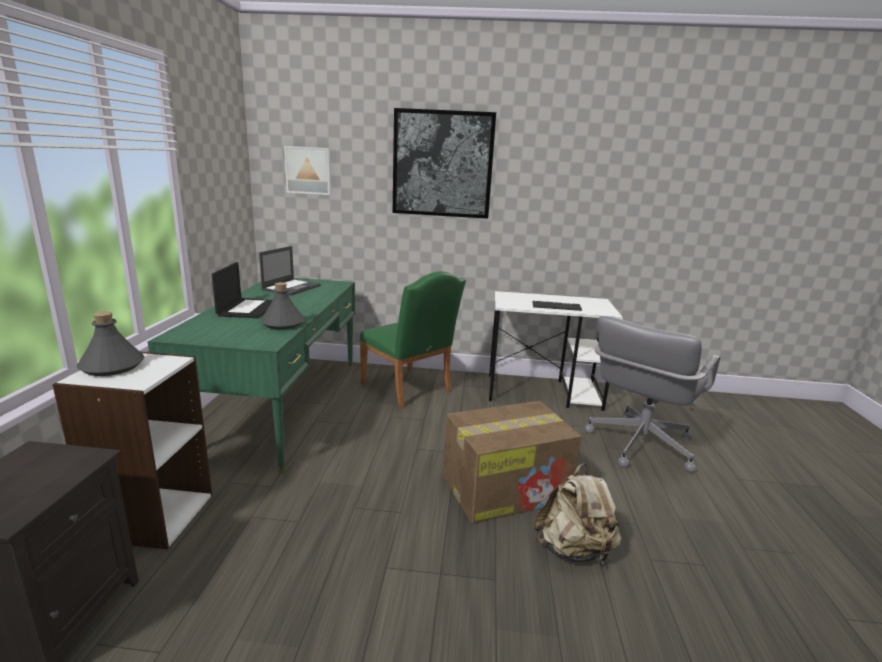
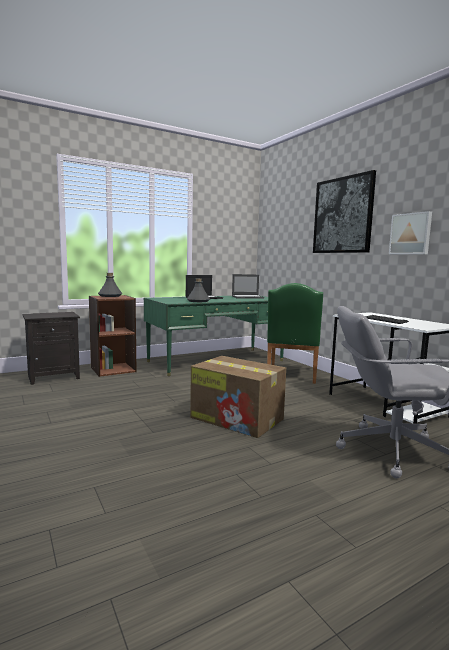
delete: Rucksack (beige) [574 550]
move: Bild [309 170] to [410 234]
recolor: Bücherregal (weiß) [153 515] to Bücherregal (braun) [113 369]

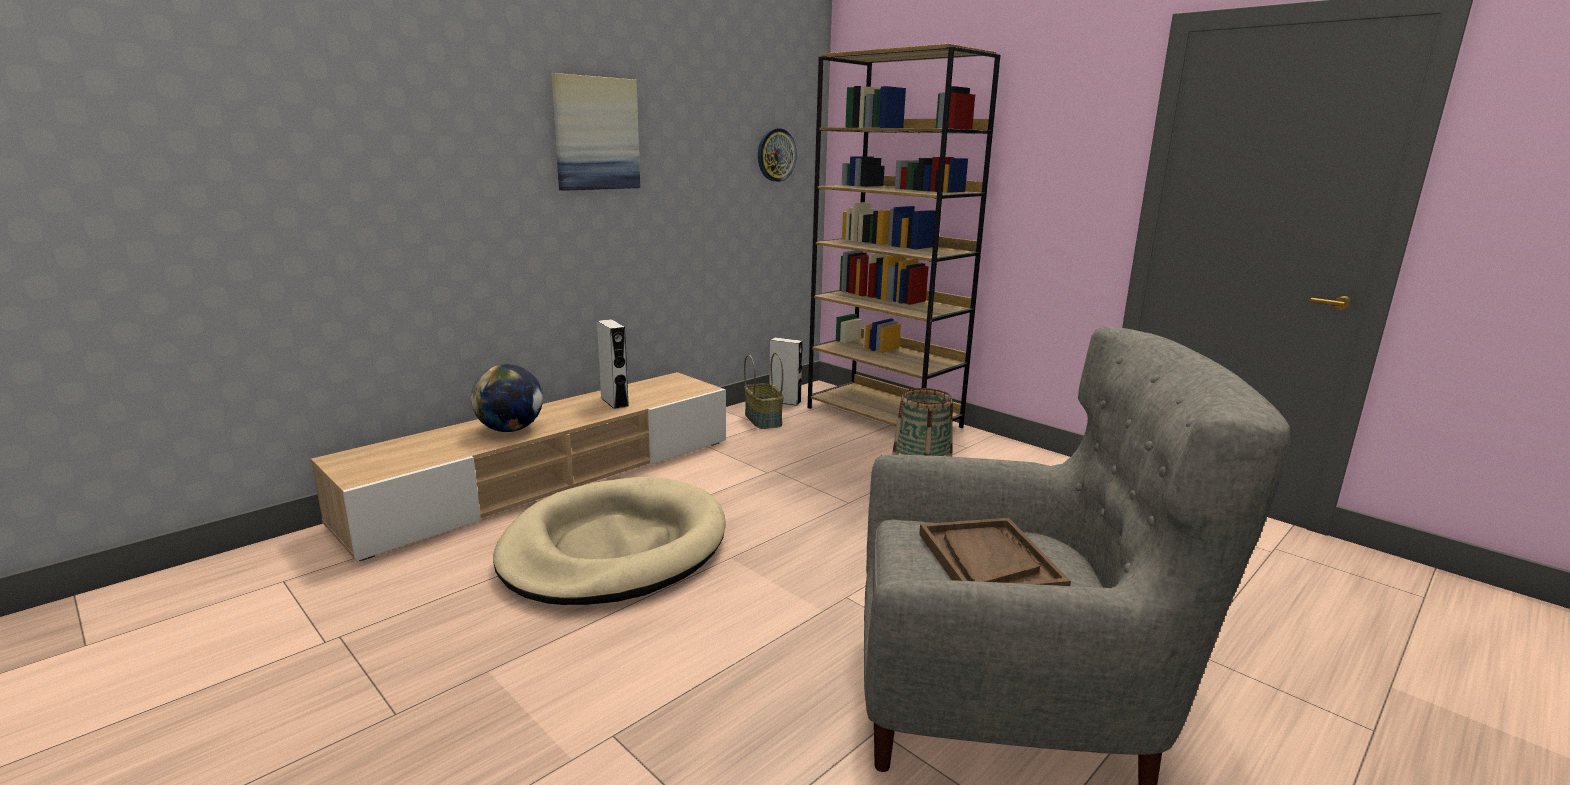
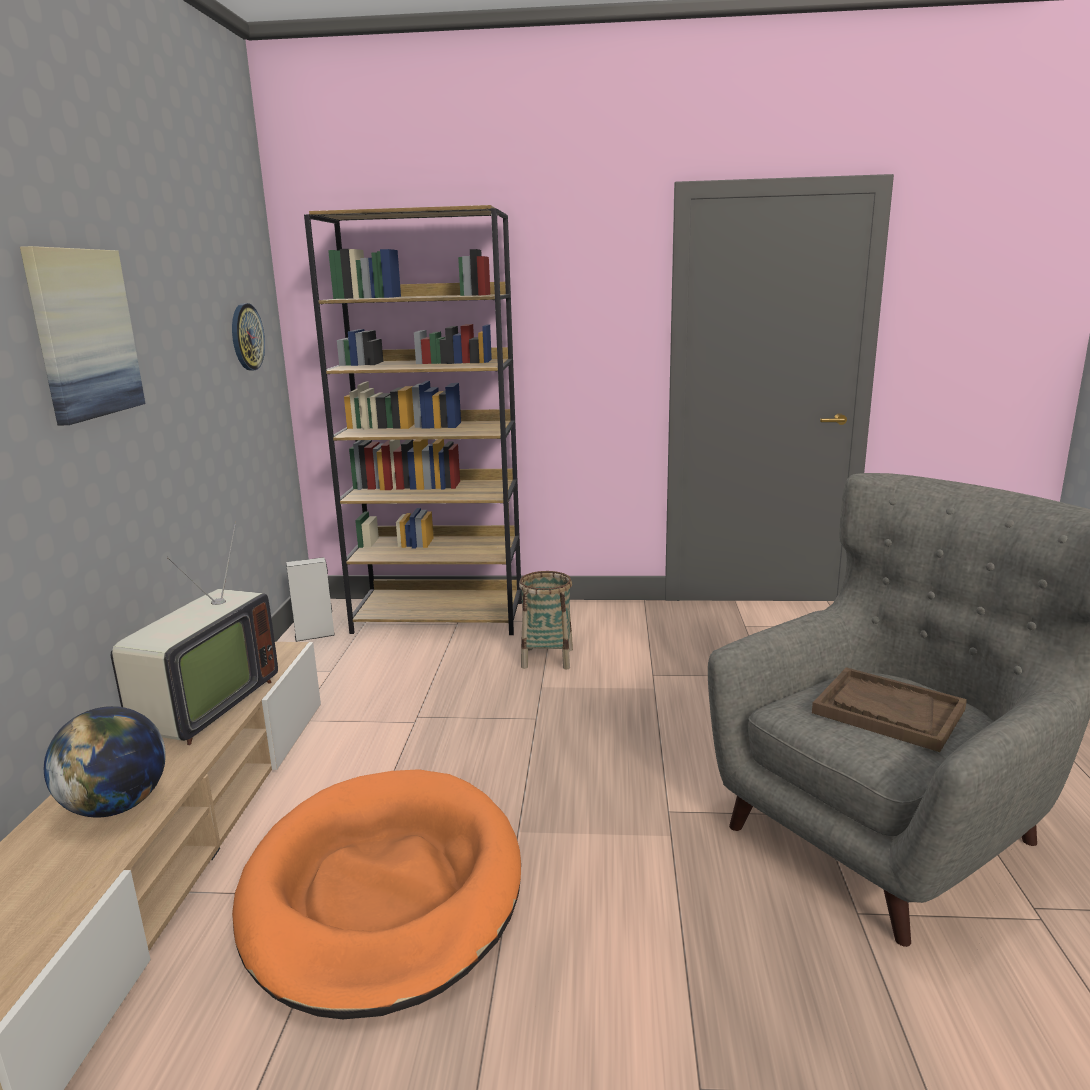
delete: Korb [764 420]
replace: Lautsprecher (grau) [614 402] to Fernseher [202 708]
recolor: Hundebett (beige) [614 548] to Hundebett (orange) [383 892]

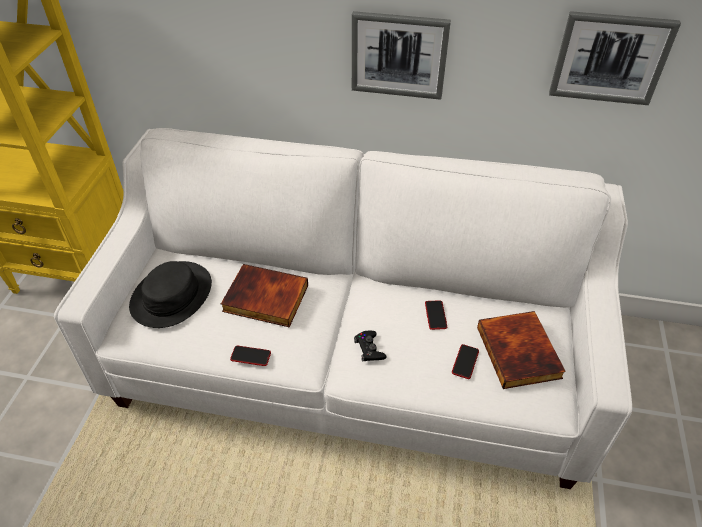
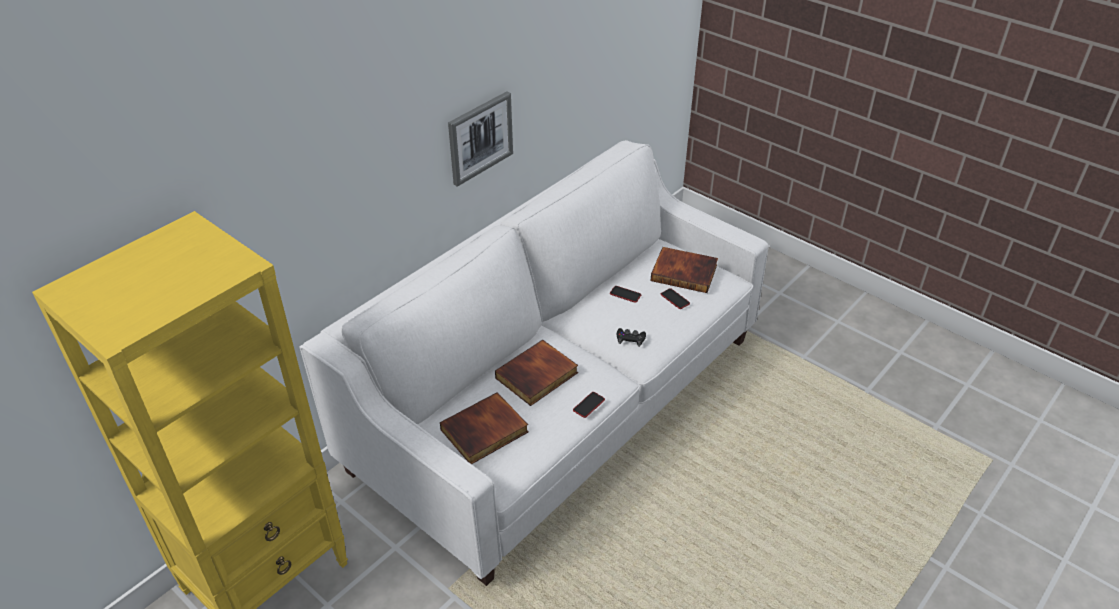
delete: Bild [610 58]
replace: Hut (schwarz) [171 295] to Buch [484 432]

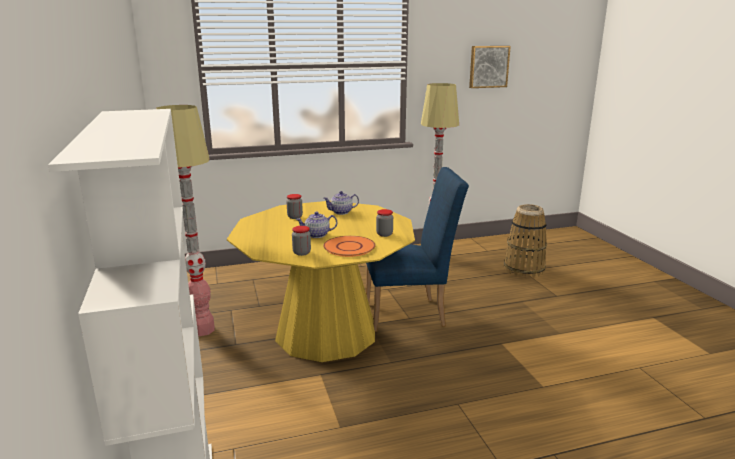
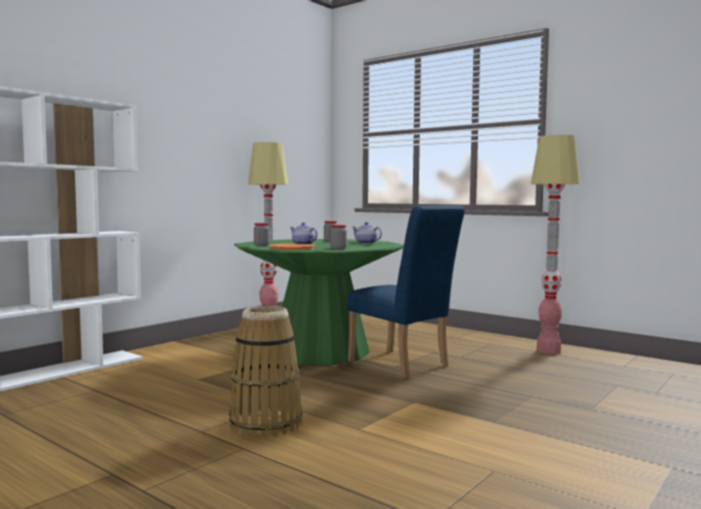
delete: Bild [488 66]
move: Korb [524 269] to [265 423]
recolor: Esstisch (gelb) [326 333] to Esstisch (grün) [319 351]

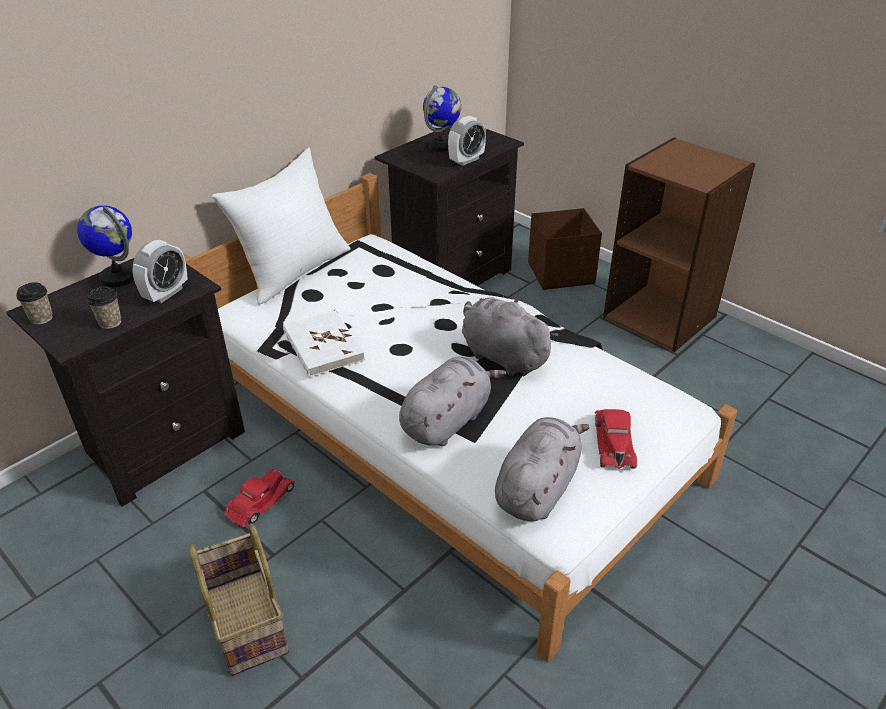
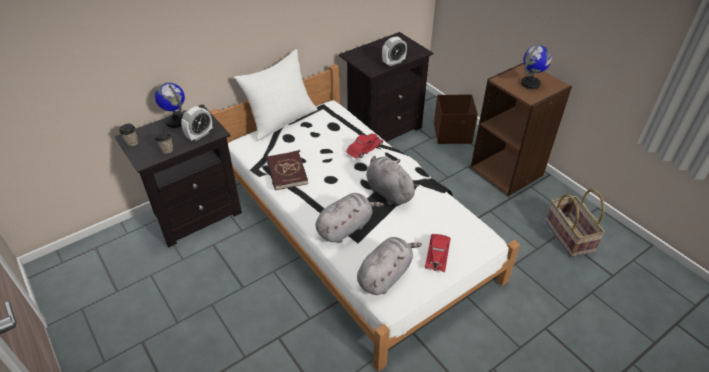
move: Spielzeugauto (rot) [260 501] to [364 148]; Globus [442 146] to [530 84]; Korb [244 621] to [568 236]
recolor: Buch (weiß) [323 346] to Buch (rot) [286 172]

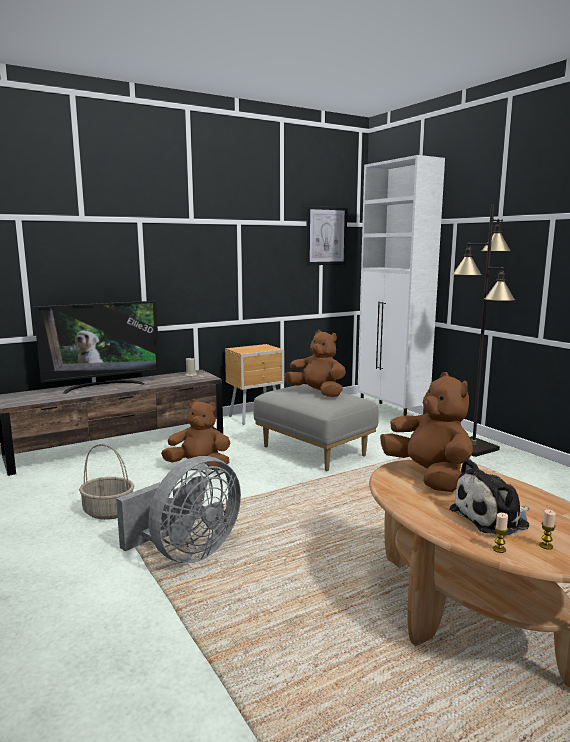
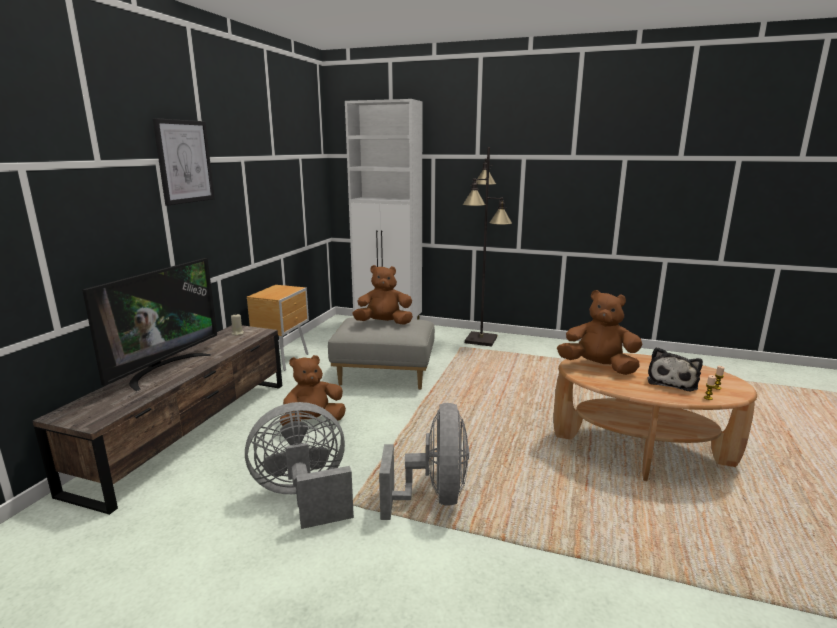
move: Bild [326 236] to [184 162]
replace: Korb [108 511] to Ventilator (grau) [304 497]

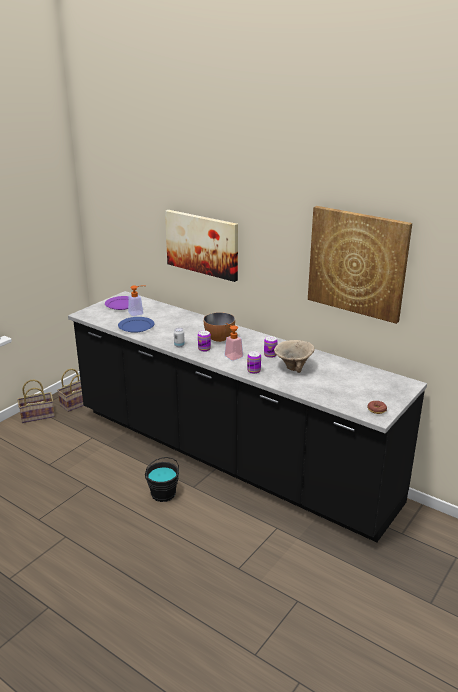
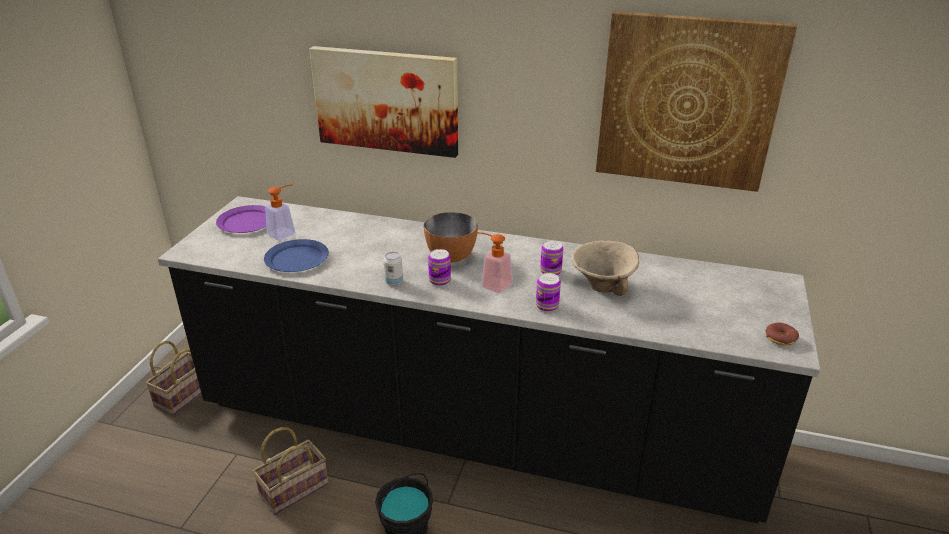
move: Korb [38 415] to [295 488]

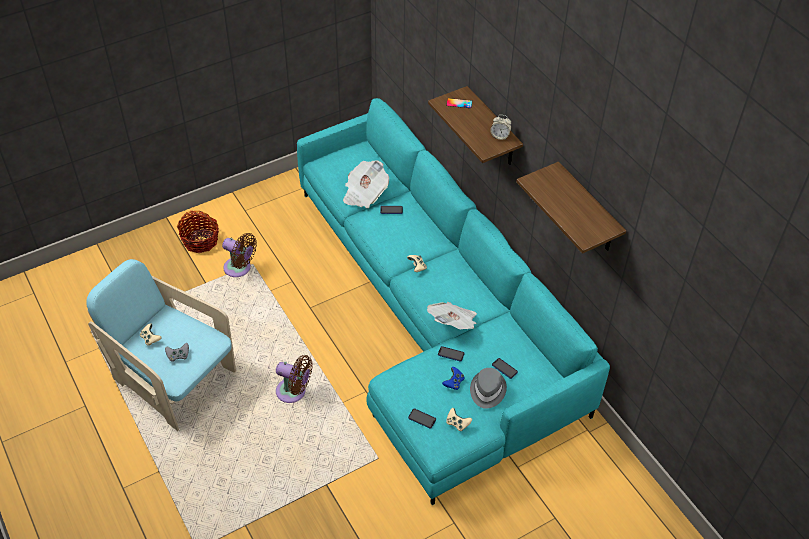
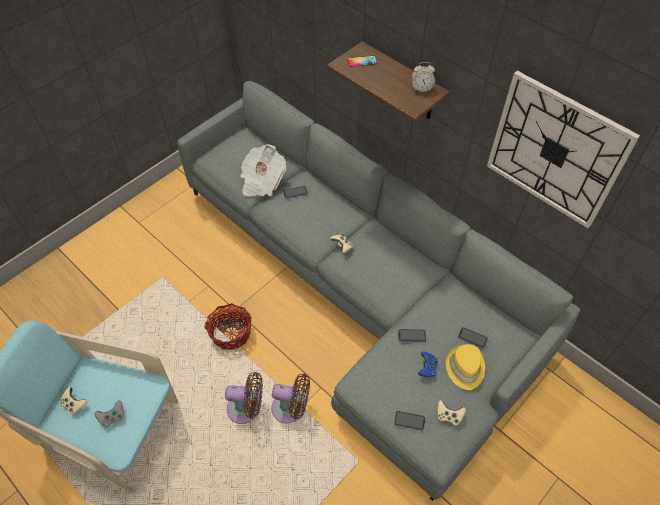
delete: Zeitung [453 323]
move: Korb [200 240] to [231 333]; Ventilator (braun) [240 269] to [291 409]
replace: Wandregal [588 210] to Wanduhr [555 151]
recolor: Sofa (türkis) [433 319] to Sofa (grau) [361 291]; Hut (grau) [487 390] to Hut (gelb) [464 368]

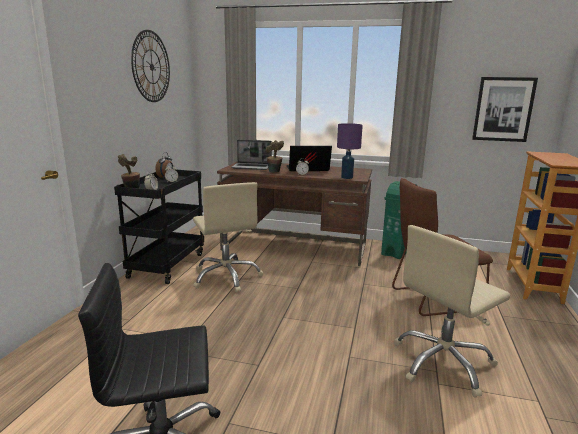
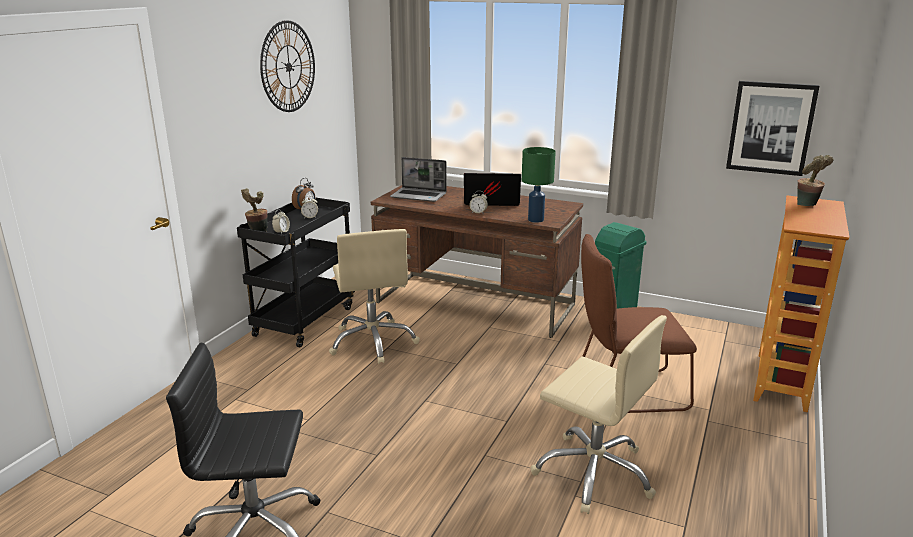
move: Topfpflanze [274 172] to [807 205]
recolor: Tischlampe (lila) [346 177] to Tischlampe (grün) [535 220]
rotate: Bürostuhl (beige) [443 363] = [594 473] 120 degrees counterclockwise

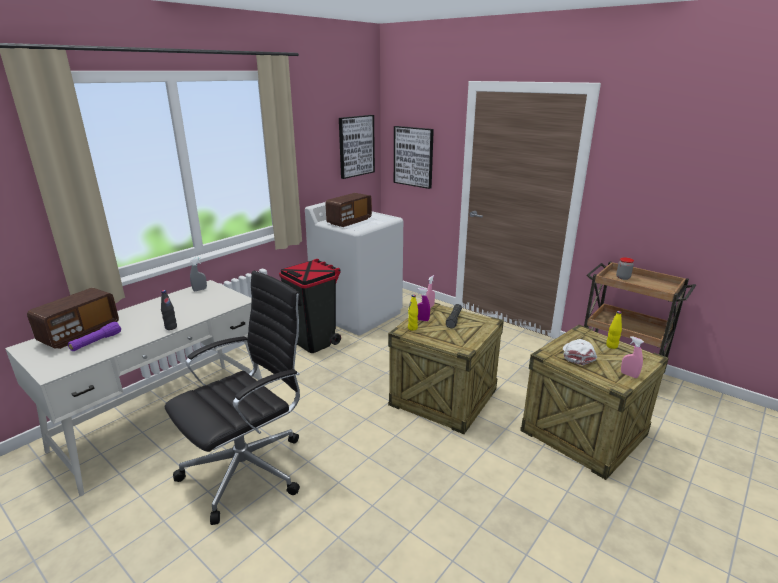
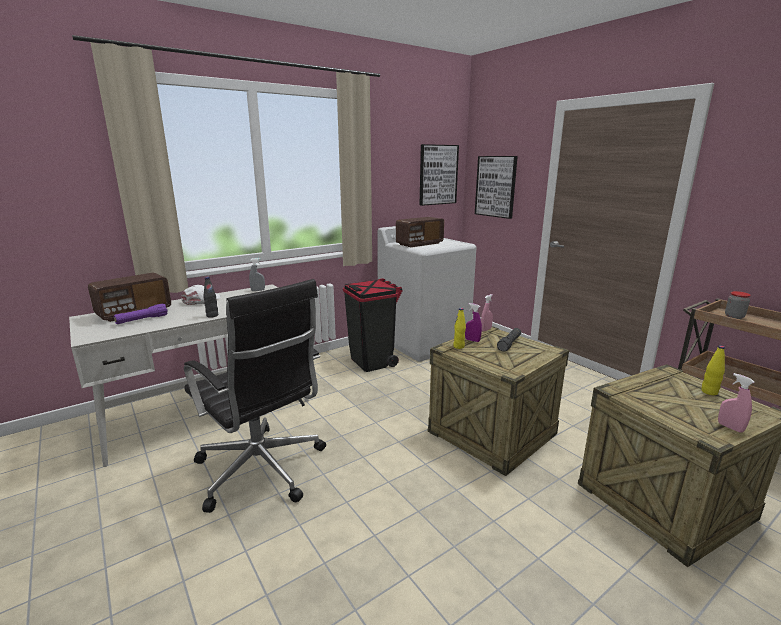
move: Kappe (weiß) [577 355] to [201 300]
rotate: Bürostuhl (schwarz) [249 469] = [262 470] 75 degrees clockwise

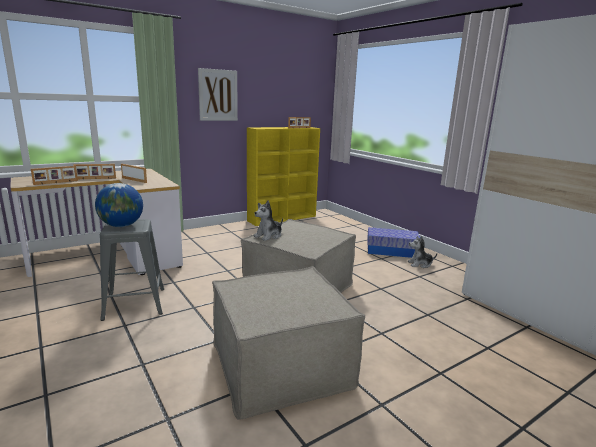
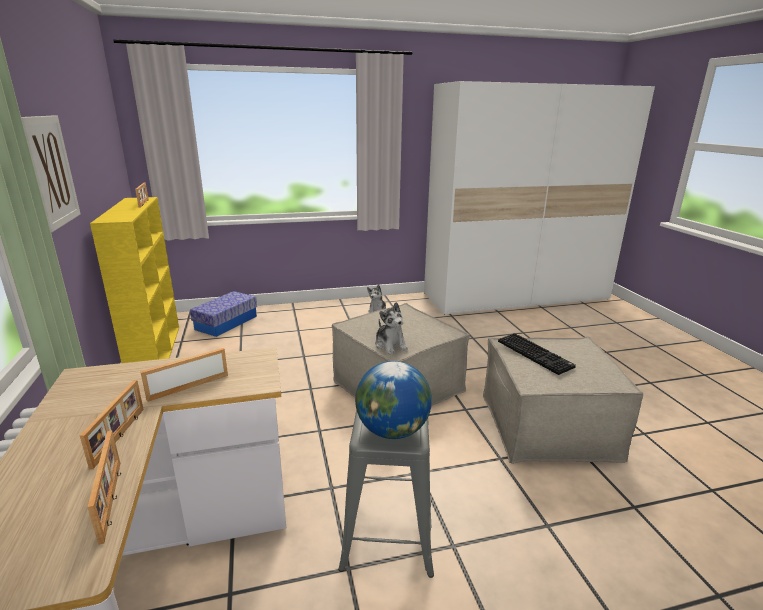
insert: Tastatur [536 354]
move: Aufbewahrungsbox [391 251] to [226 323]

